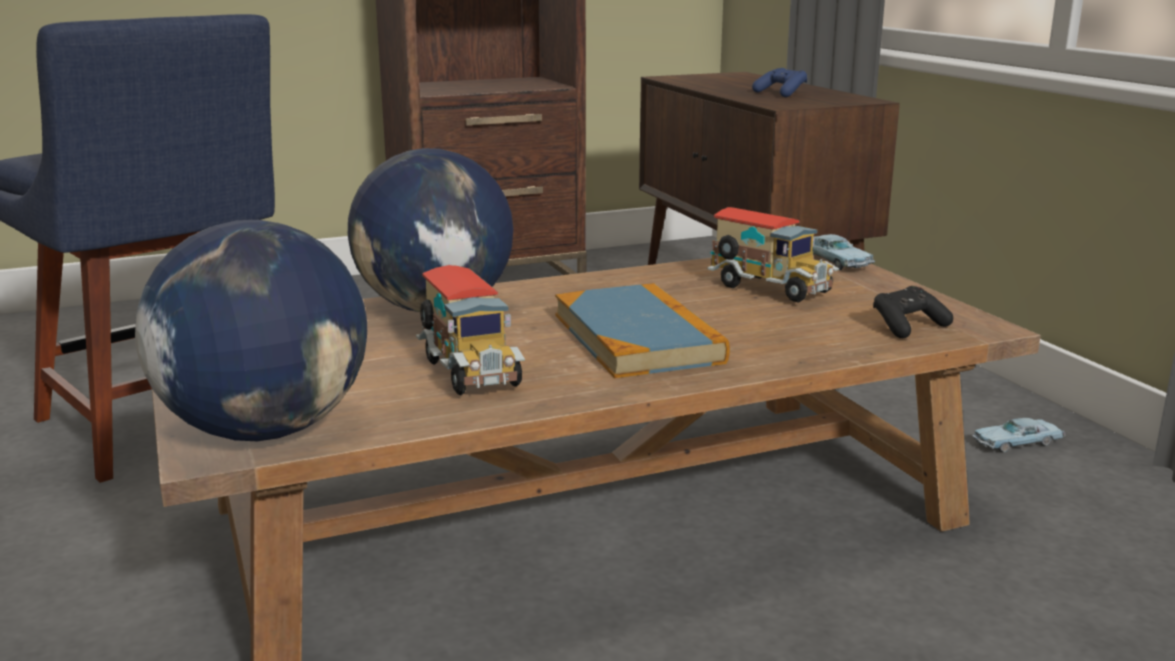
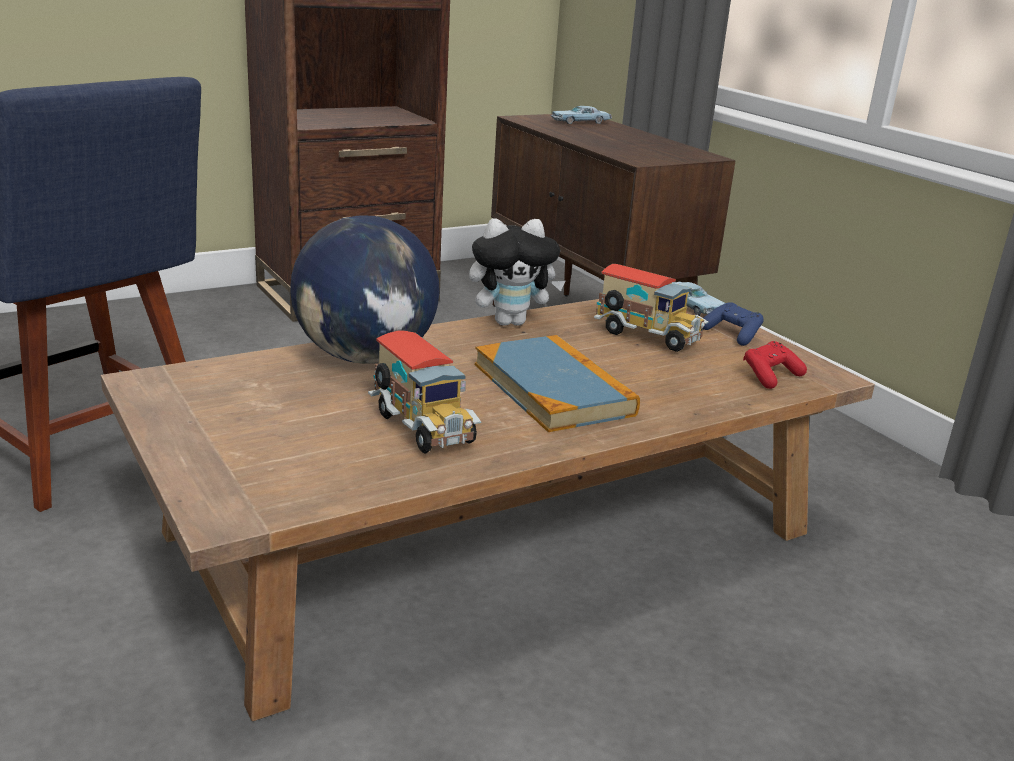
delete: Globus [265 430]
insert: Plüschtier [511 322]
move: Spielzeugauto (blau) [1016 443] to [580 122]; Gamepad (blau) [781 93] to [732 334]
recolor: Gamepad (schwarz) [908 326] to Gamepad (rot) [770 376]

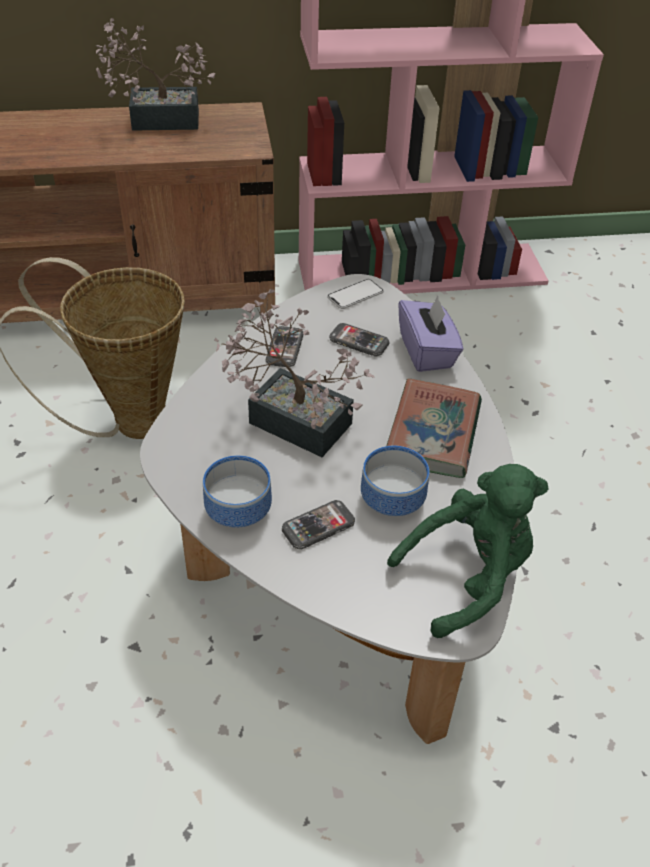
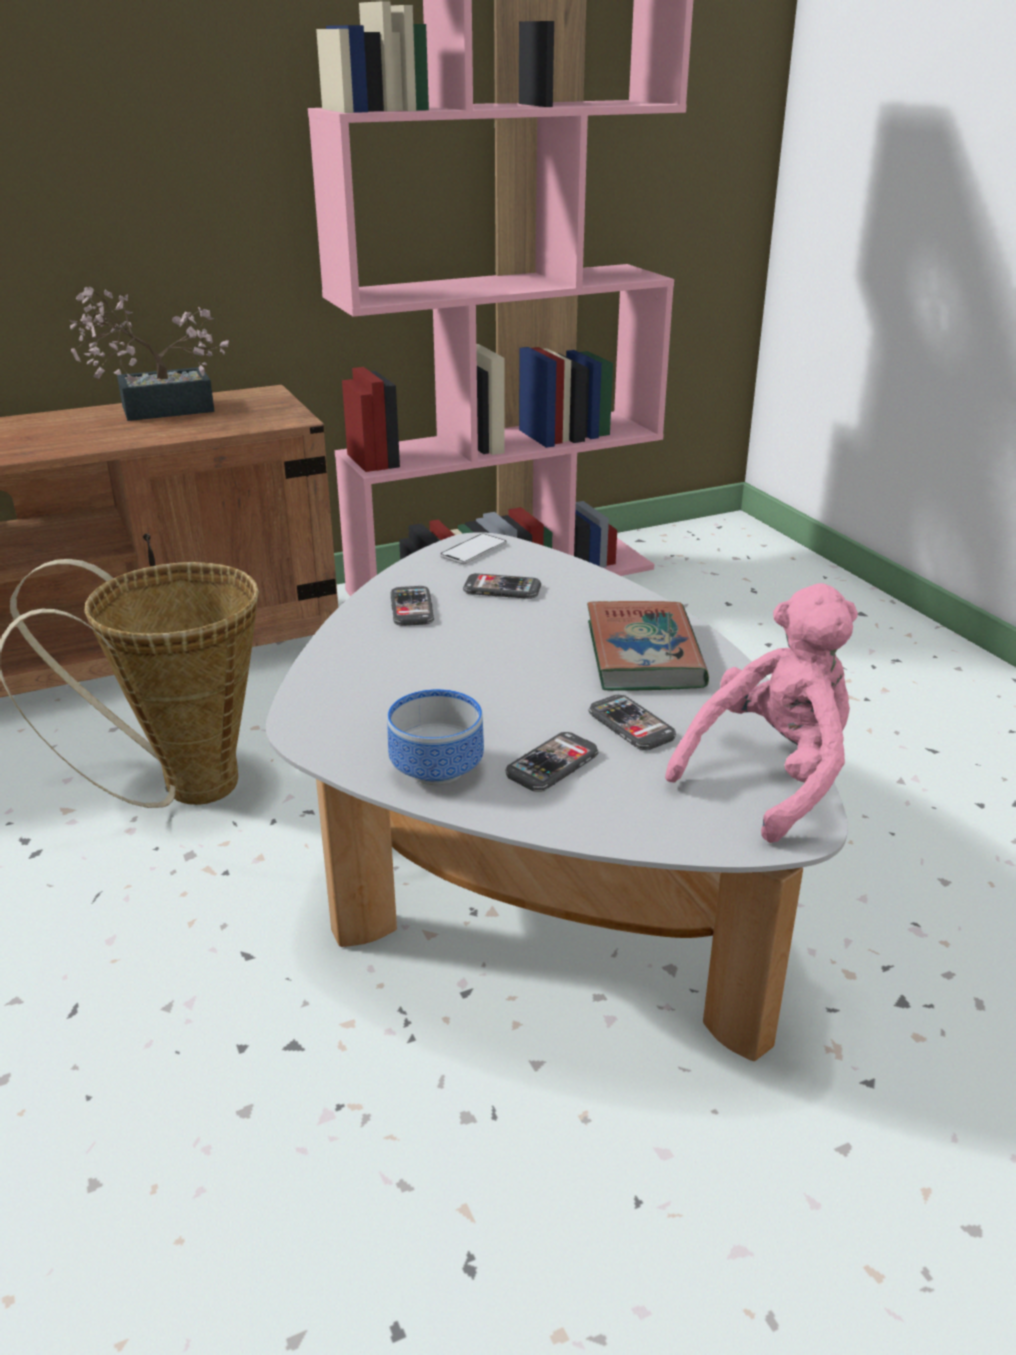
delete: Topfpflanze [291 418]; Taschentuchbox (lila) [427 352]
replace: Schüssel [391 502] to Handy [631 725]
recolor: Plüschtier (grün) [468 577] to Plüschtier (rosa) [771 777]

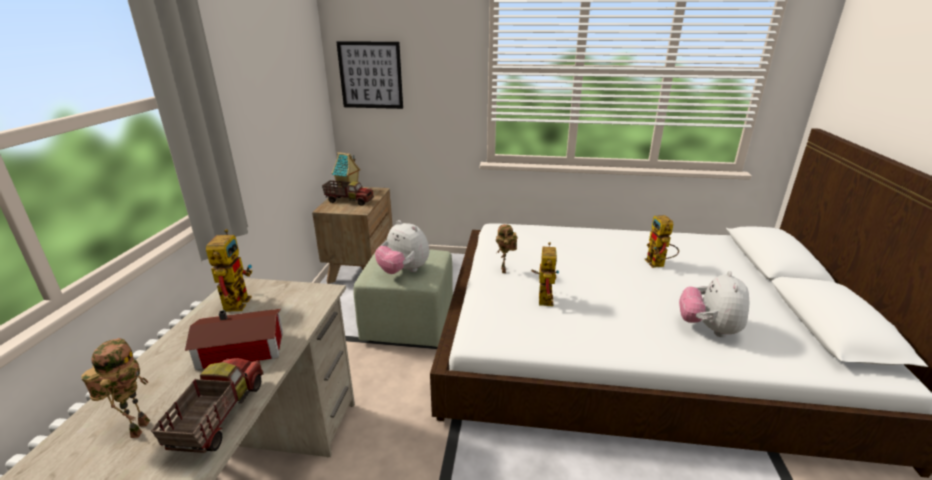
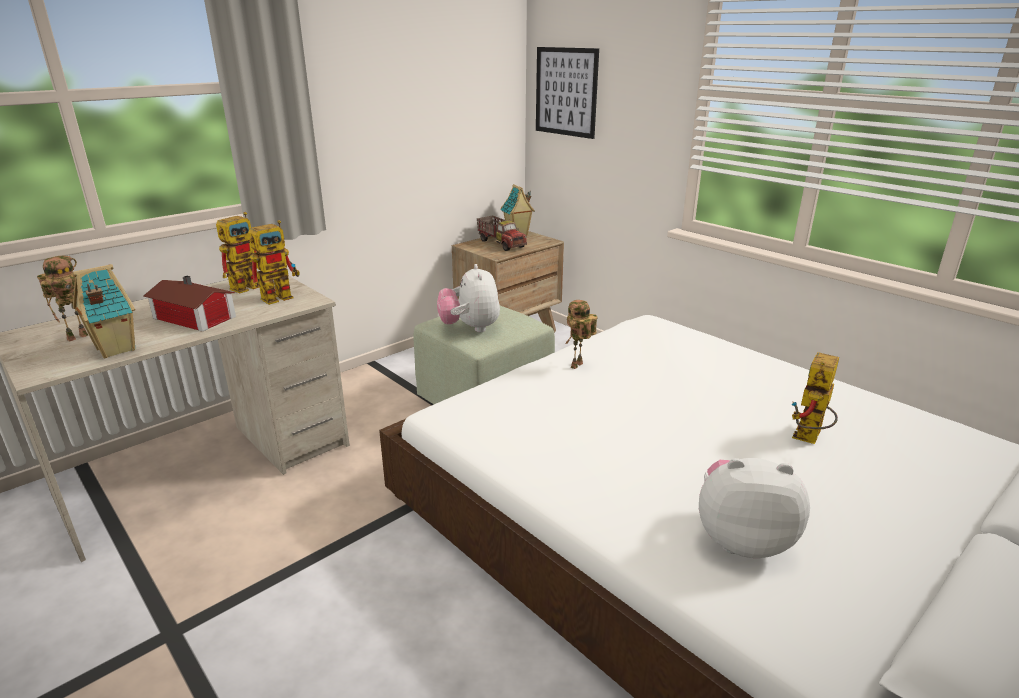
move: Spielzeugroboter [543 297] to [282 296]
replace: Spielzeuglaster [218 417] to Spielzeughaus [114 350]
rotate: Plüschtier [708 329] = [741 539] 45 degrees clockwise

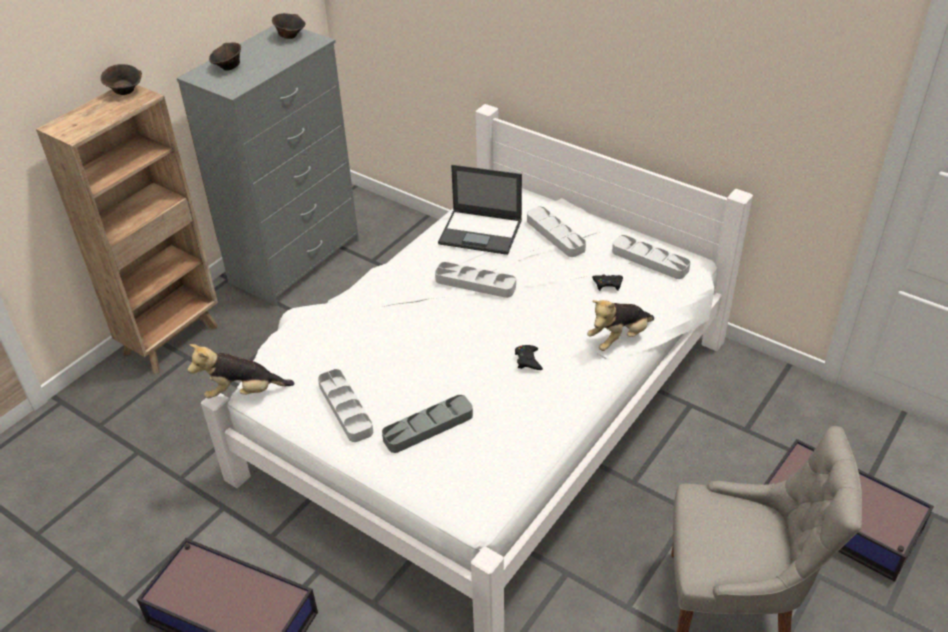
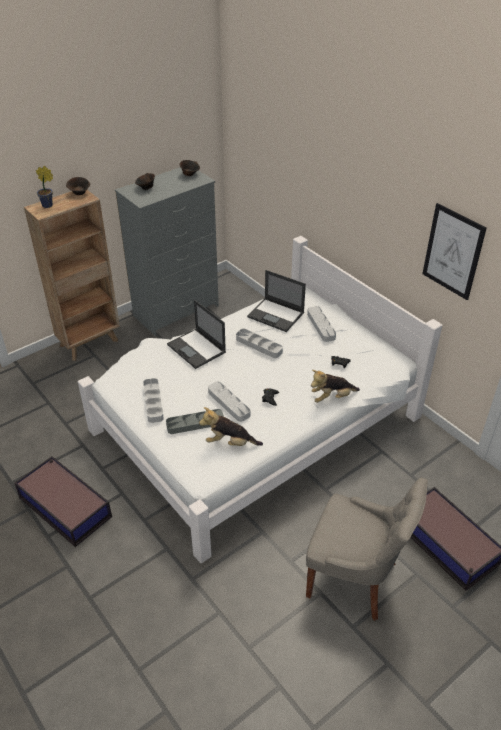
insert: Topfpflanze [49 205]; Laptop [197 349]; Bild [453 251]
move: Plüschtier [243 392] to [230 443]; Tablett (grau) [650 260] to [228 403]

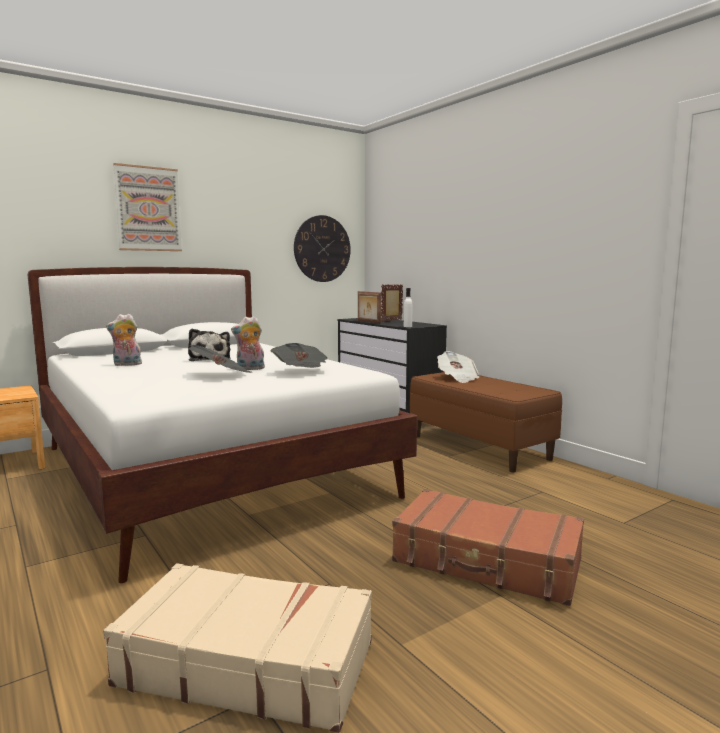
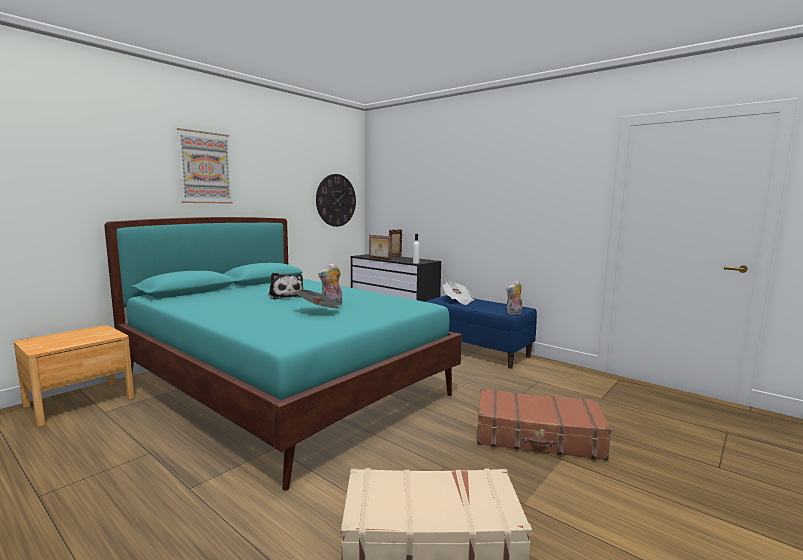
delete: Zeitung [301 372]
move: Plüschtier [126 365] to [514 313]
recolor: Bett (weiß) [208 470] to Bett (türkis) [285 387]; Bank (braun) [480 447] to Bank (blau) [476 351]

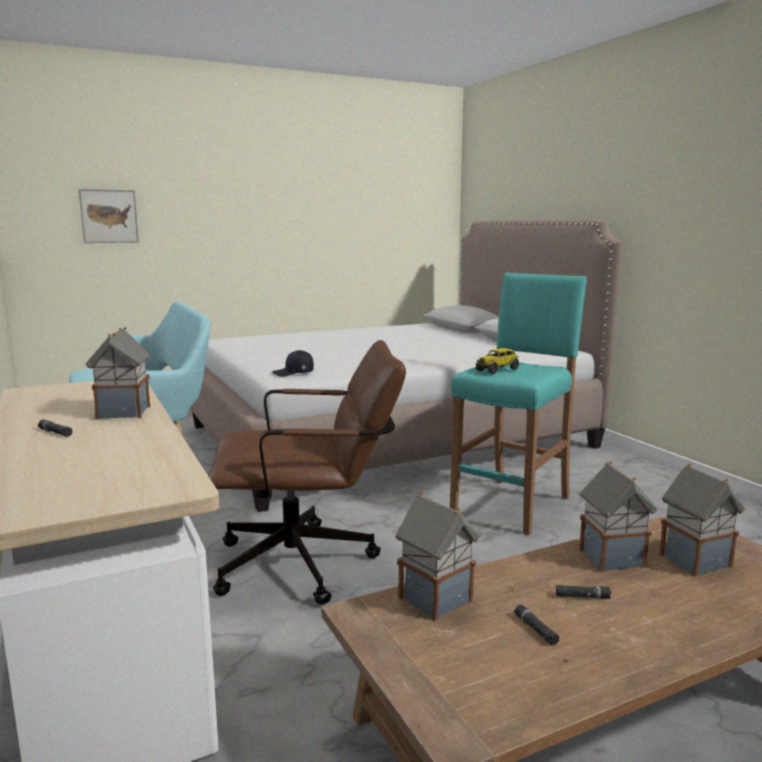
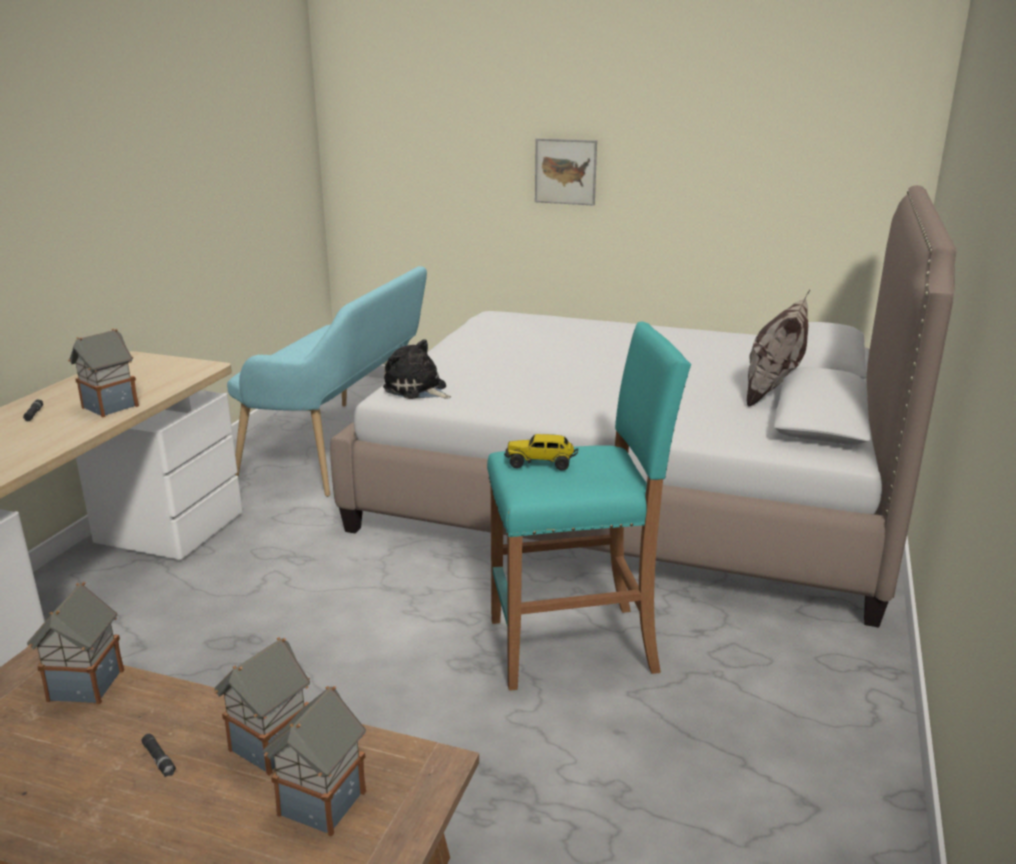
delete: Bürostuhl (braun) [310 563]; Taschenlampe (schwarz) [535 629]
insert: Kissen [772 392]
move: Bild [109 216] to [565 171]
replace: Kappe (schwarz) [293 373] to Plüschtier [417 389]

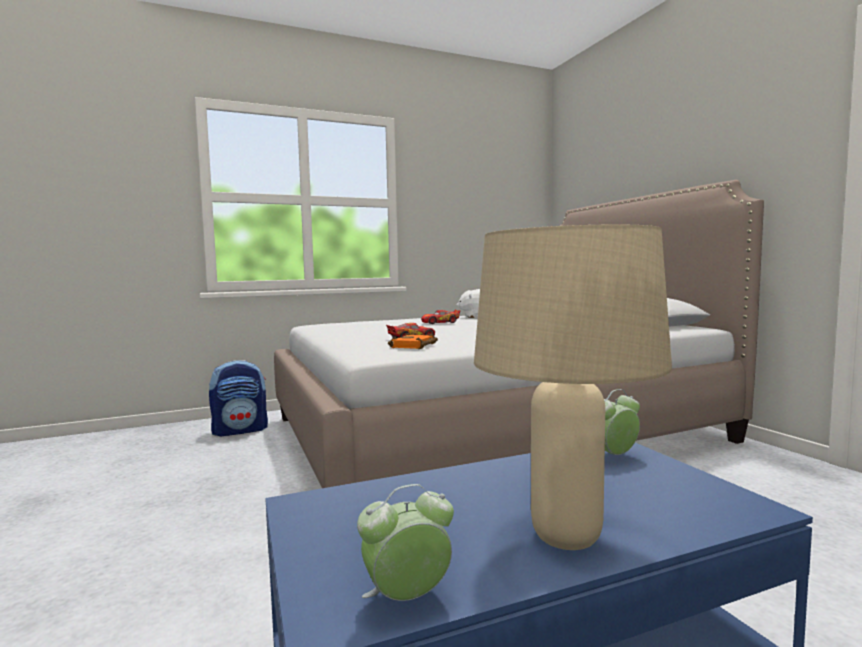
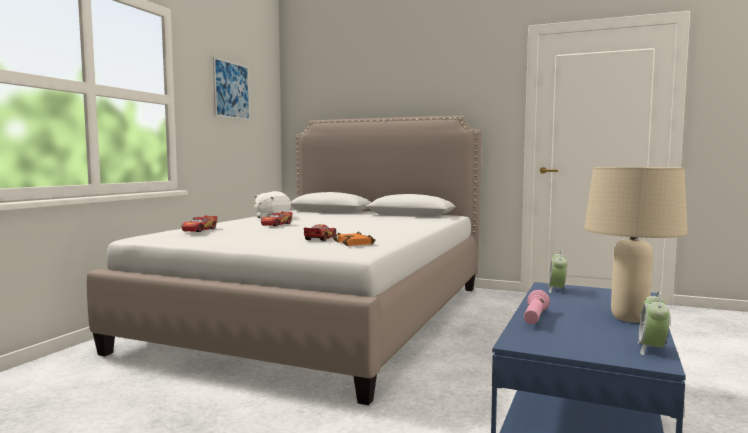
delete: Rucksack [240 430]
insert: Spielzeugauto [199 230]; Bild [231 90]; Taschenlampe (rosa) [535 318]

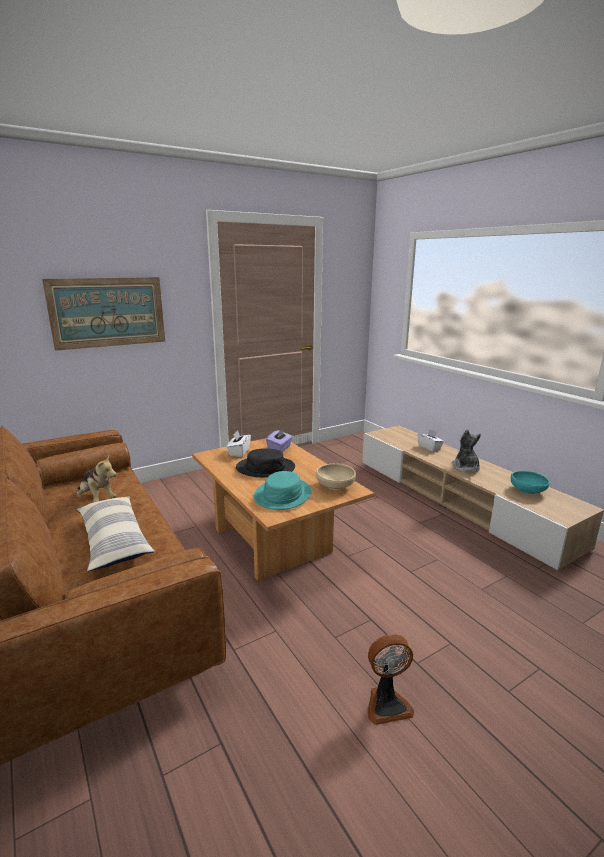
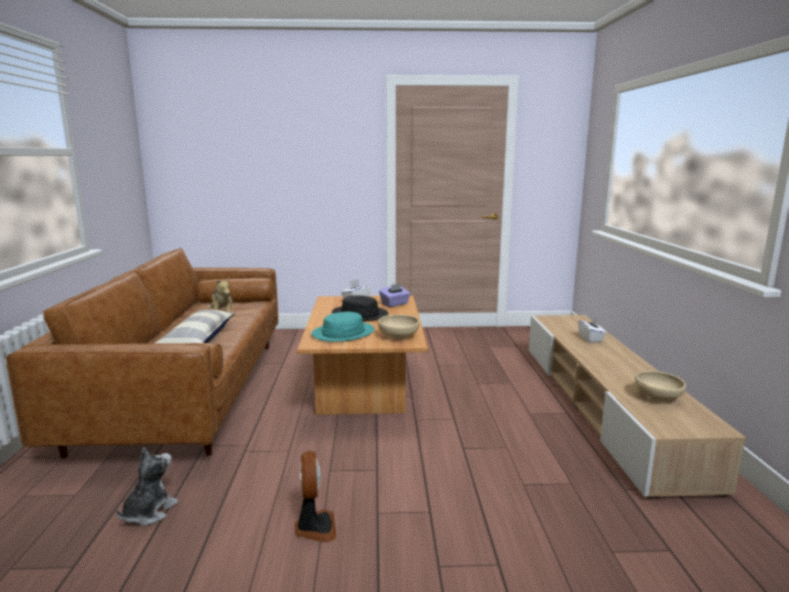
delete: Bild [108 312]
move: Plüschtier [465 468] to [149 512]
recolor: Schüssel (türkis) [527 490] to Schüssel (beige) [657 397]
rotate: Ventilator [387 703] = [314 527] 120 degrees counterclockwise

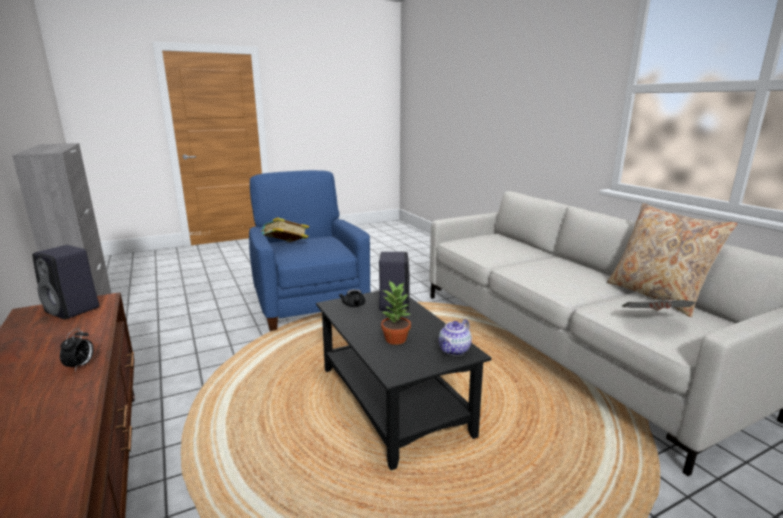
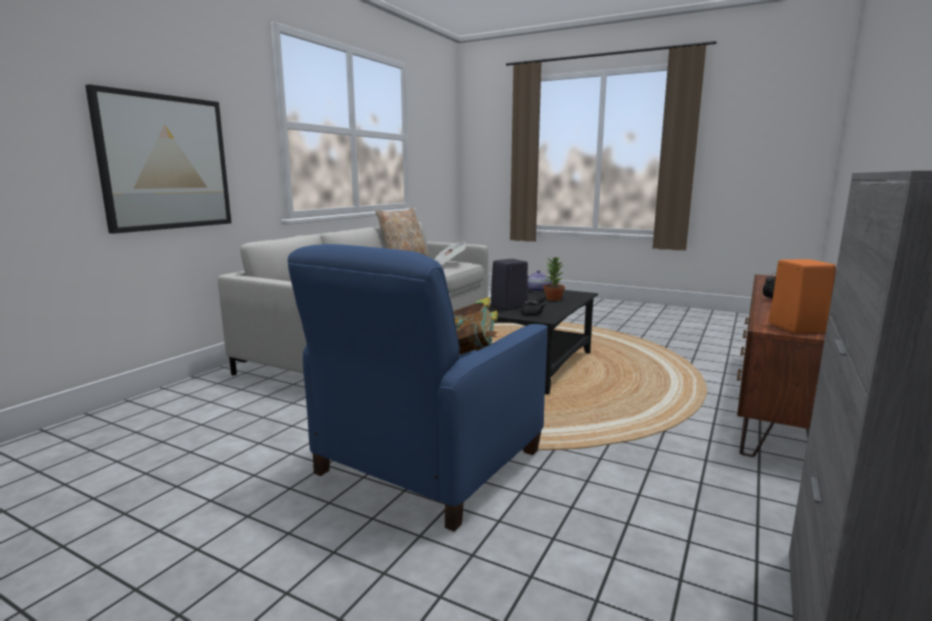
insert: Bild [165 163]
recolor: Lautsprecher (schwarz) [74 310] to Lautsprecher (orange) [795 327]

